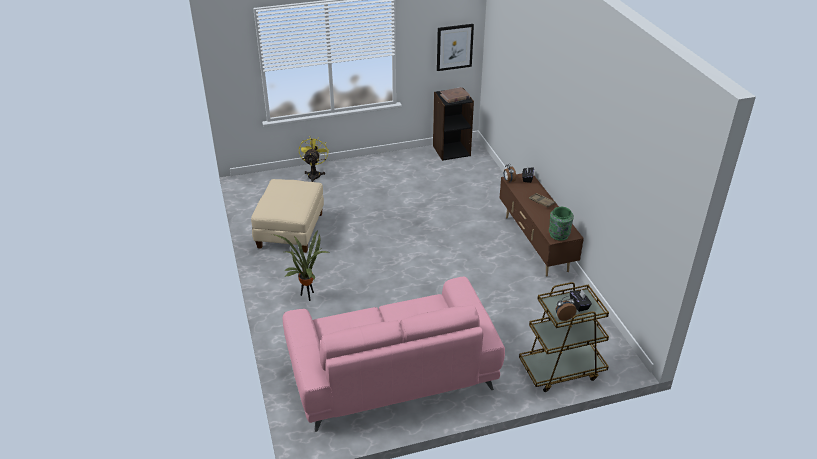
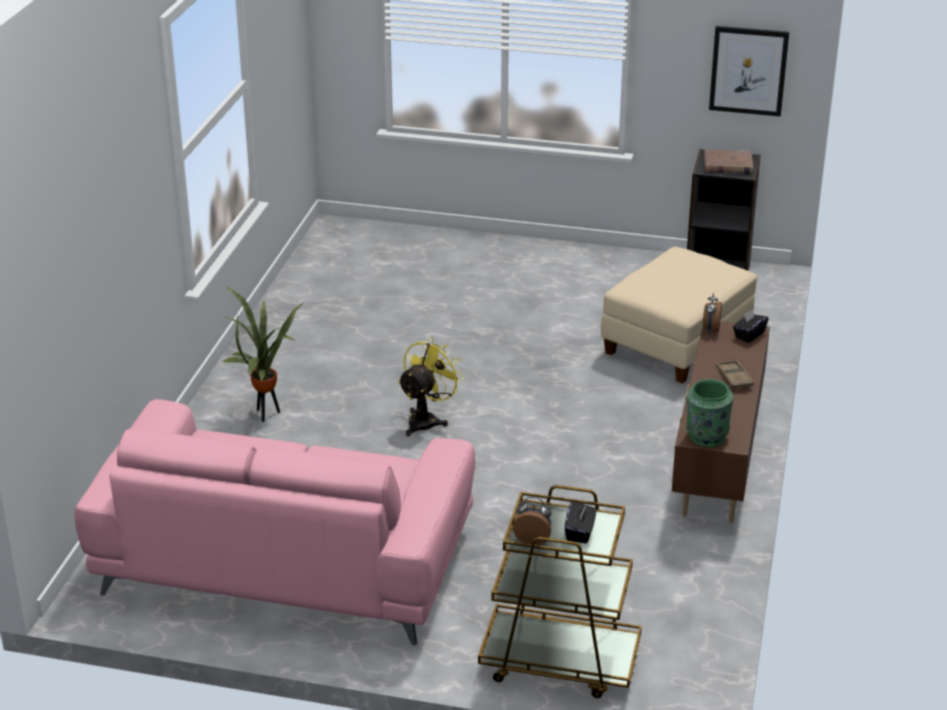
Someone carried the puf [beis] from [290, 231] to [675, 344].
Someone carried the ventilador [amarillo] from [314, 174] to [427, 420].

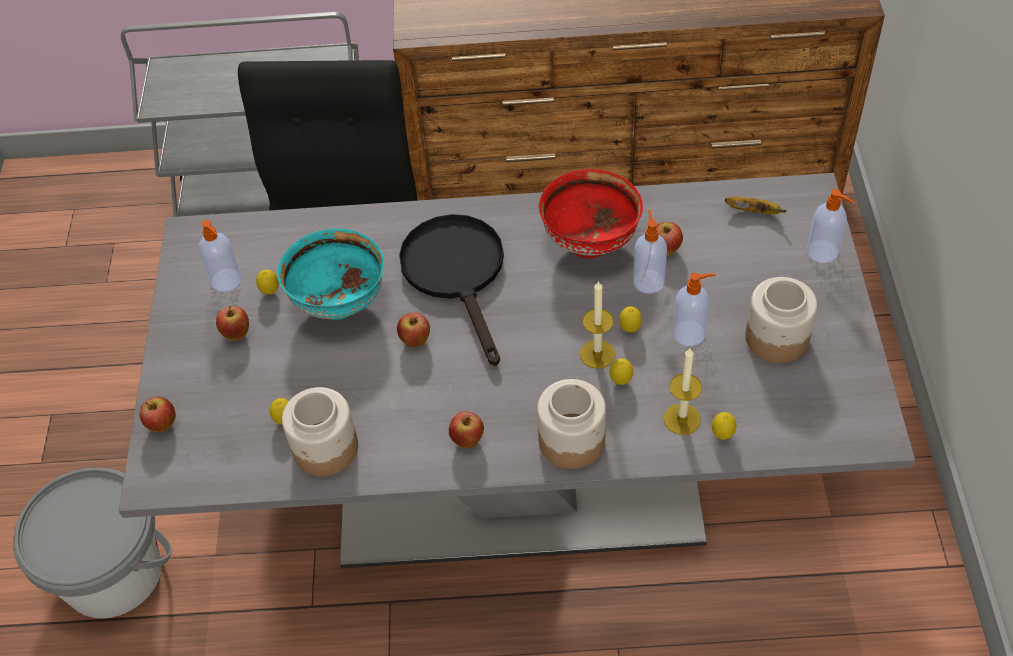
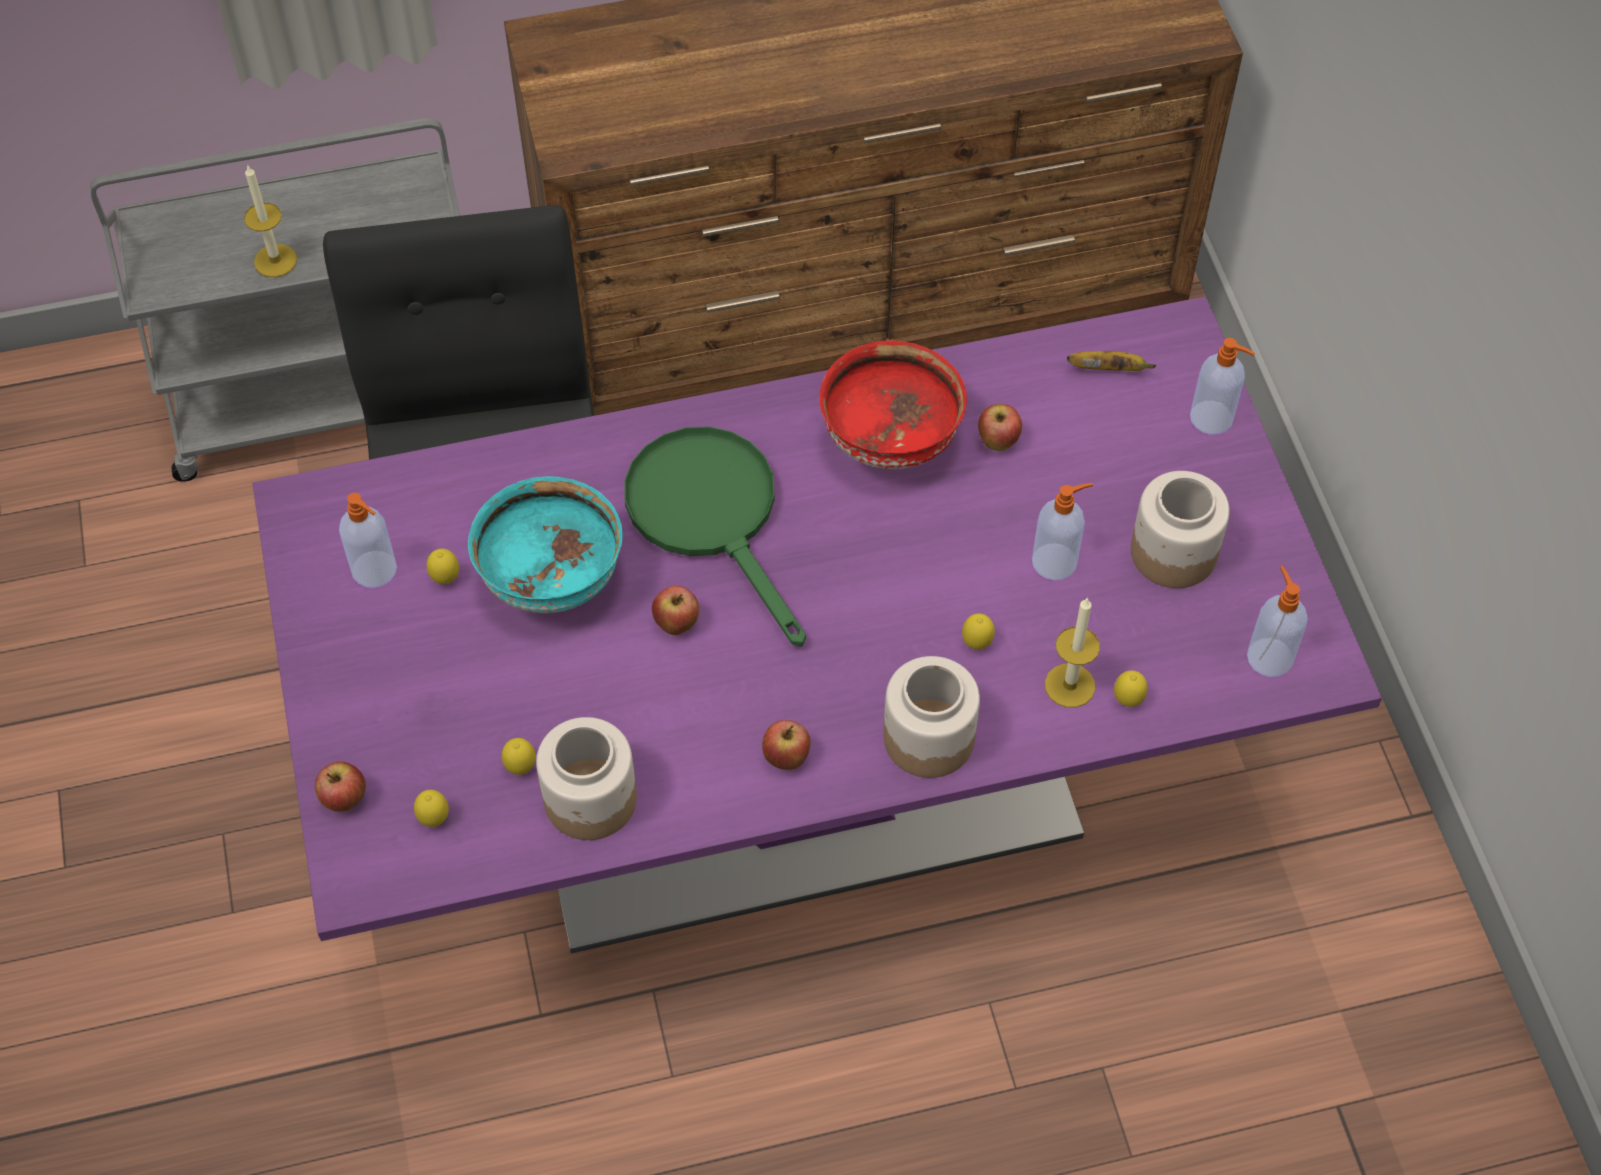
Someone took away the cubo [gris] at [113, 572].
Someone repainted the mesa de comedor [gris] at [519, 482], which became the mesa de comedor [morado] at [800, 787].
Someone took away the manzana at [237, 334].
Someone repainted the sartén [negro] at [458, 274], which became the sartén [verde] at [712, 516].
Someone carried the vela from [597, 354] to [275, 260].
Someone carried the limón from [630, 329] to [434, 819].
Someone carried the dispensador de jabón from [648, 280] to [1269, 656].

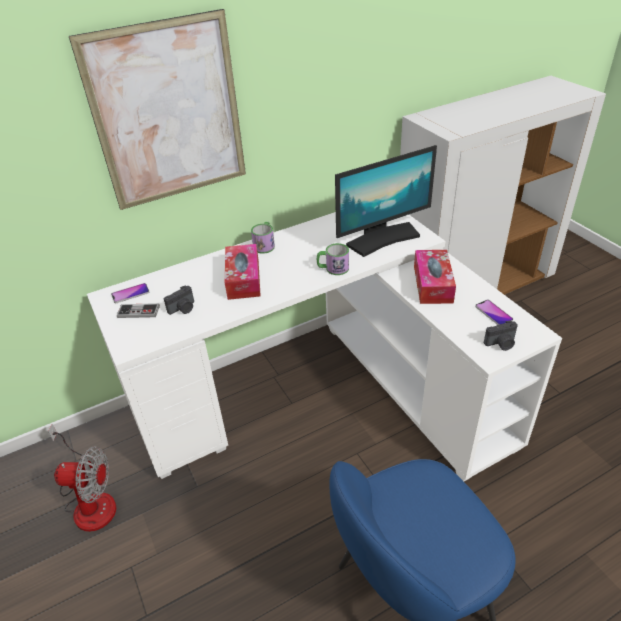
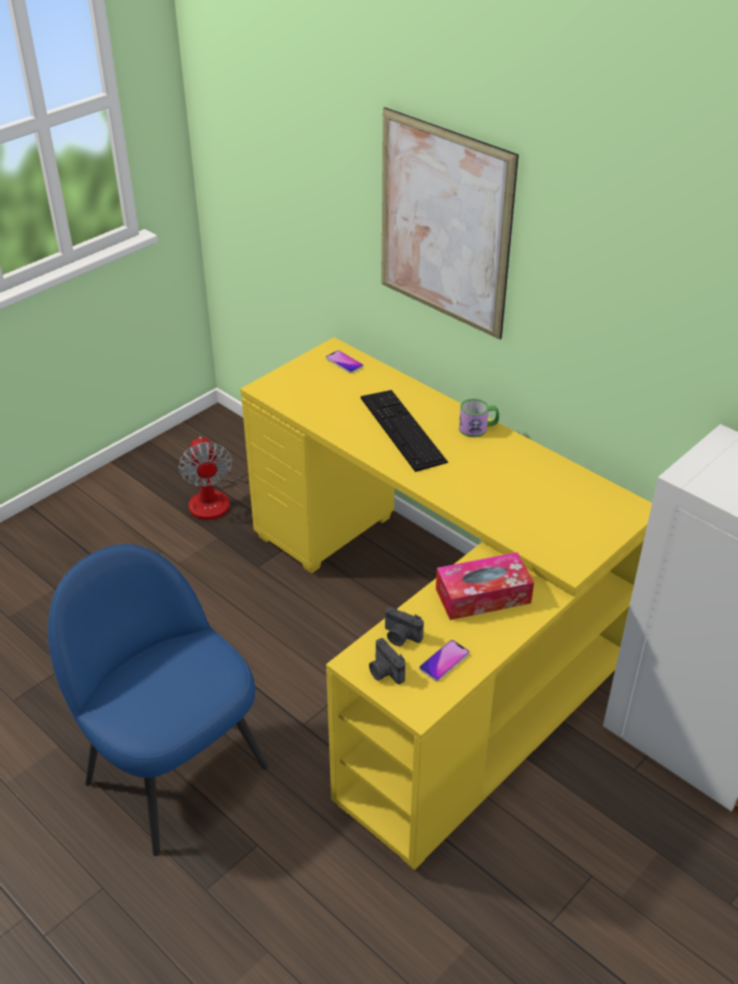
Someone repainted the escritorio [blanco] at [326, 391], which became the escritorio [amarillo] at [433, 639].
Someone took away the mando de consola at [138, 312].
Someone carried the cámara from [183, 309] to [400, 637].
Someone swapped the caja de pañuelos at [243, 279] for the teclado at [402, 429].
Someone took away the taza grande at [333, 268].
Someone took away the monitor at [382, 239].

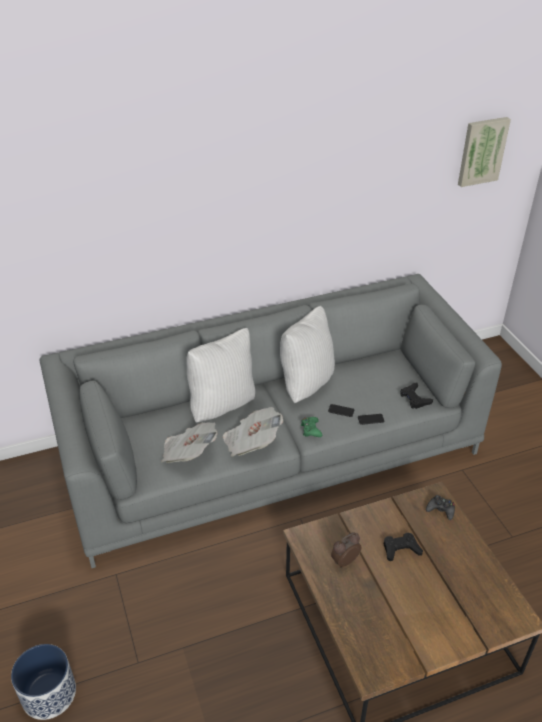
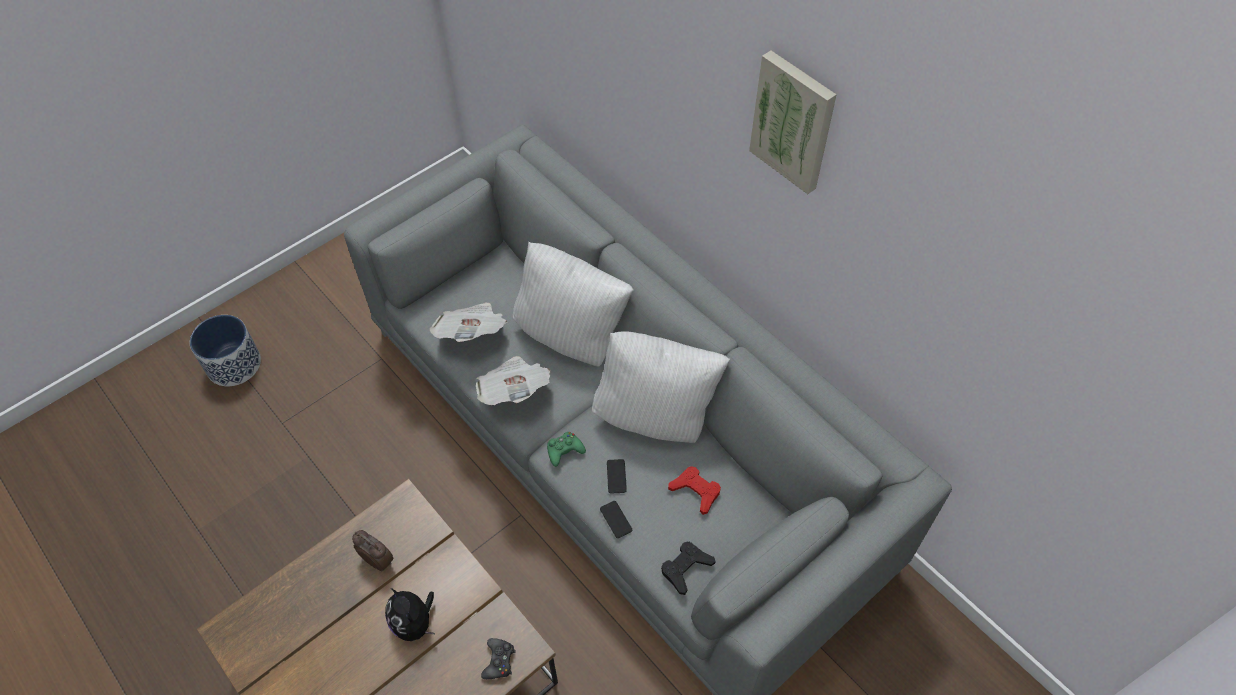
Someone swapped the mando de consola [negro] at [401, 549] for the peluche at [415, 623].
Someone carried the cuadro from [481, 151] to [794, 121].
Someone put down the mando de consola [rojo] at [695, 491].

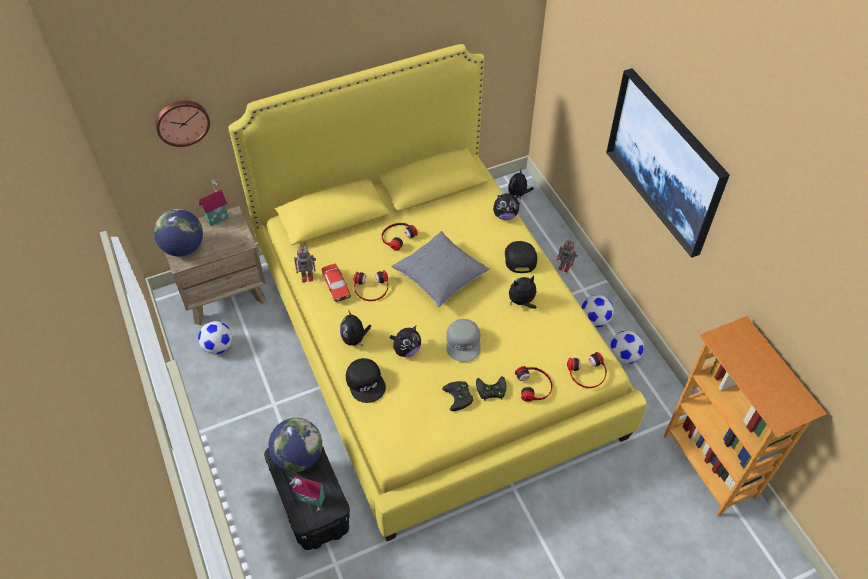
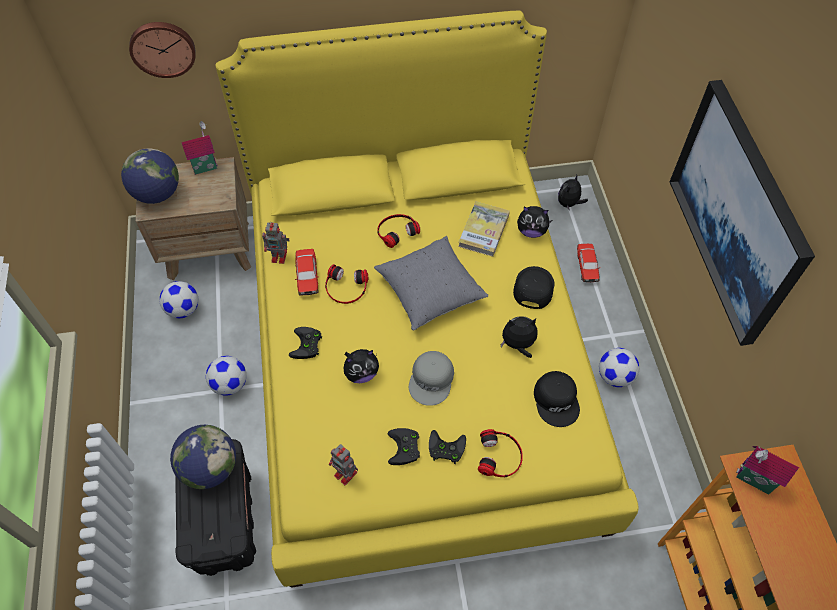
Someone carried the casita from [310, 500] to [753, 481].
Someone swapped the peluche at [355, 339] for the mando de consola [negro] at [307, 345].
Someone carried the gorra [negro] from [366, 382] to [557, 400].
Someone carried the robot de juguete from [565, 267] to [346, 475].
Someone took away the auriculares at [587, 373].
Someone carried the balón de fútbol from [623, 356] to [230, 384].
Someone put down the libro at [484, 230].
Someone put down the coche de juguete at [586, 266].

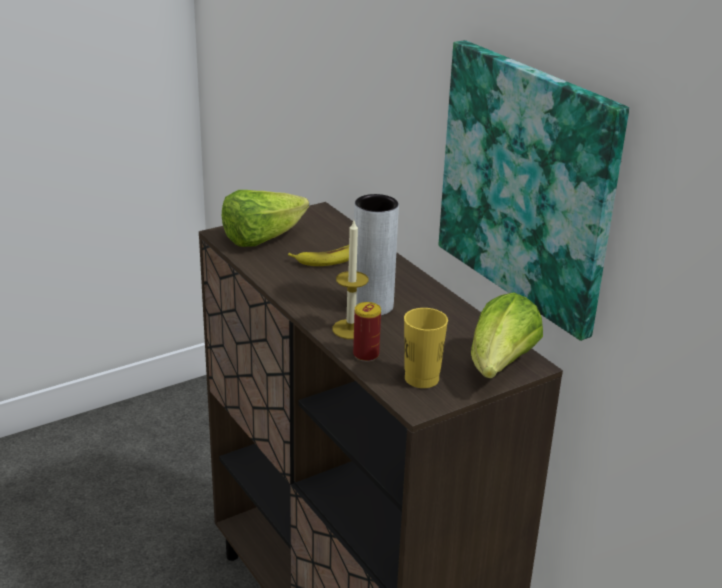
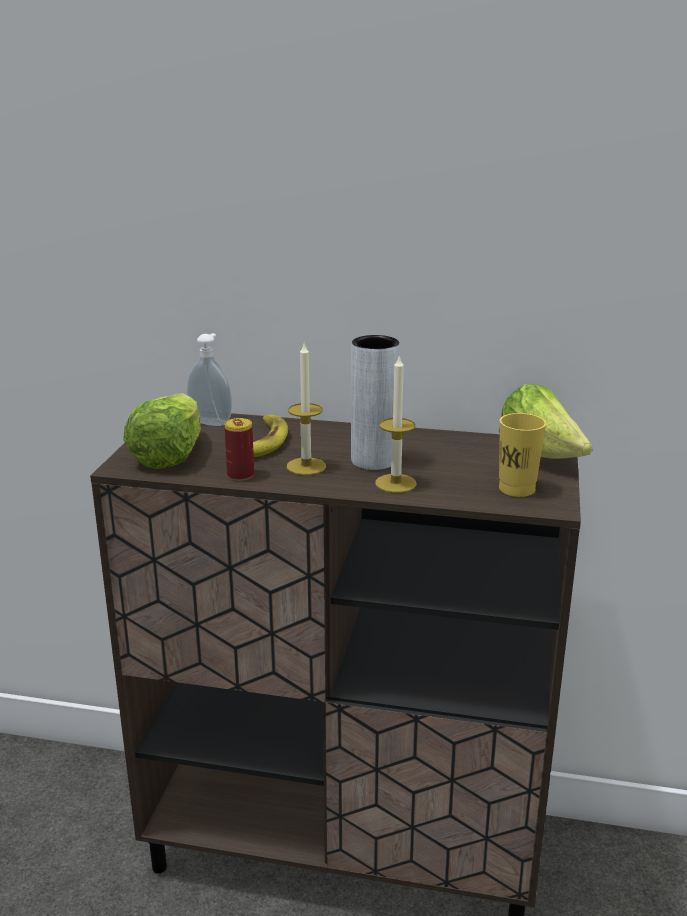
Someone carried the lata from [366, 355] to [240, 475].
Someone took away the cuadro at [528, 184].
Someone put down the dispensador de jabón at [212, 422].
Someone put down the vela at [306, 466].

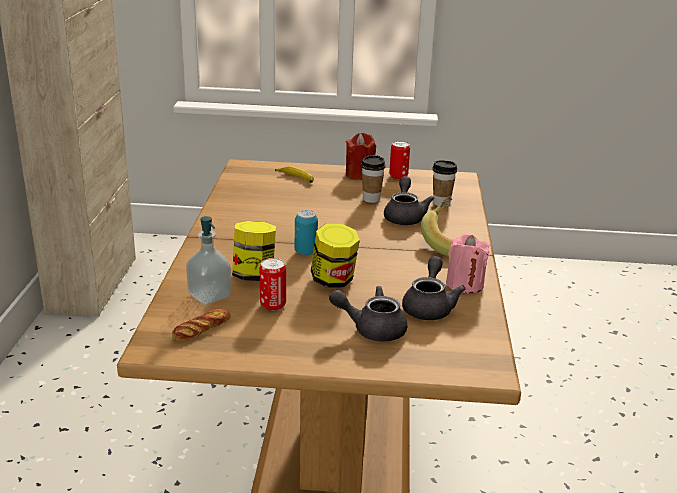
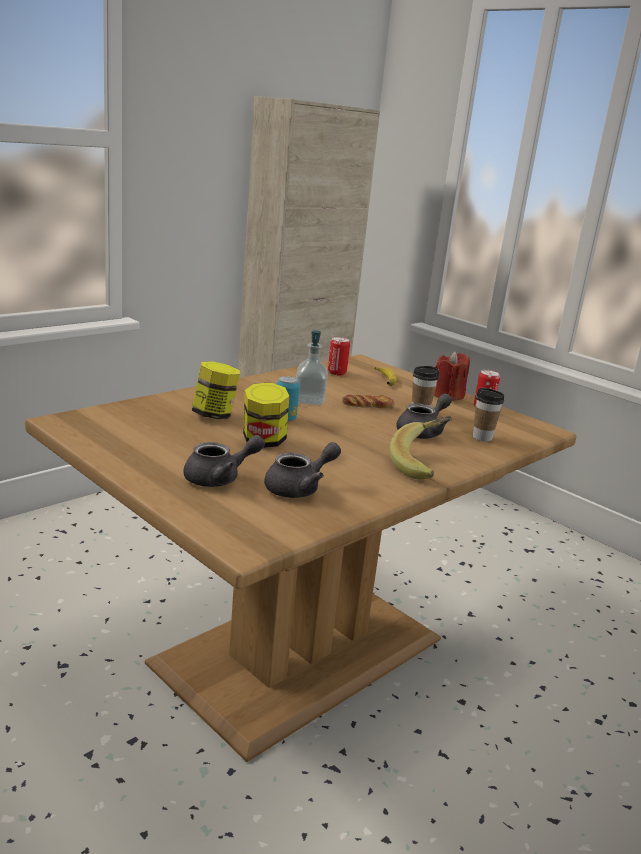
Someone carried the pan from [201, 329] to [367, 406].
Someone carried the dispensador de jabón from [209, 295] to [309, 401].
Someone carried the lata from [273, 305] to [337, 373].
Someone rotated the tetera [gris] at [372, 329] by 105 degrees clockwise.
Someone took away the vela [rosa] at [464, 284].

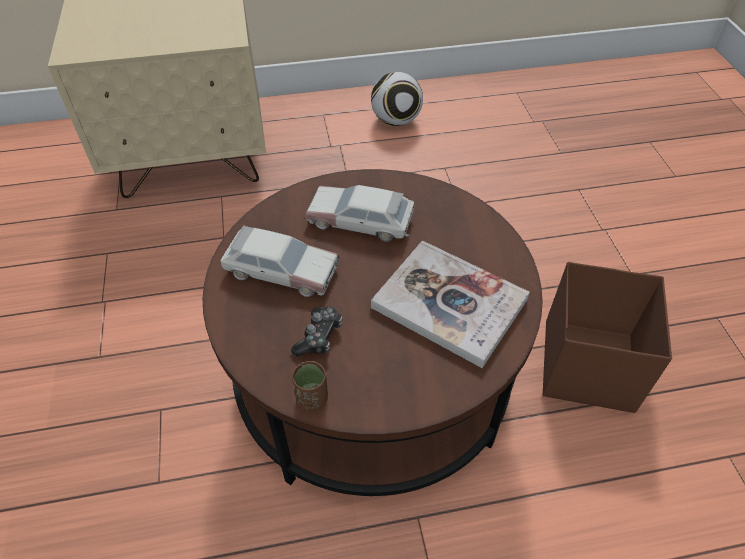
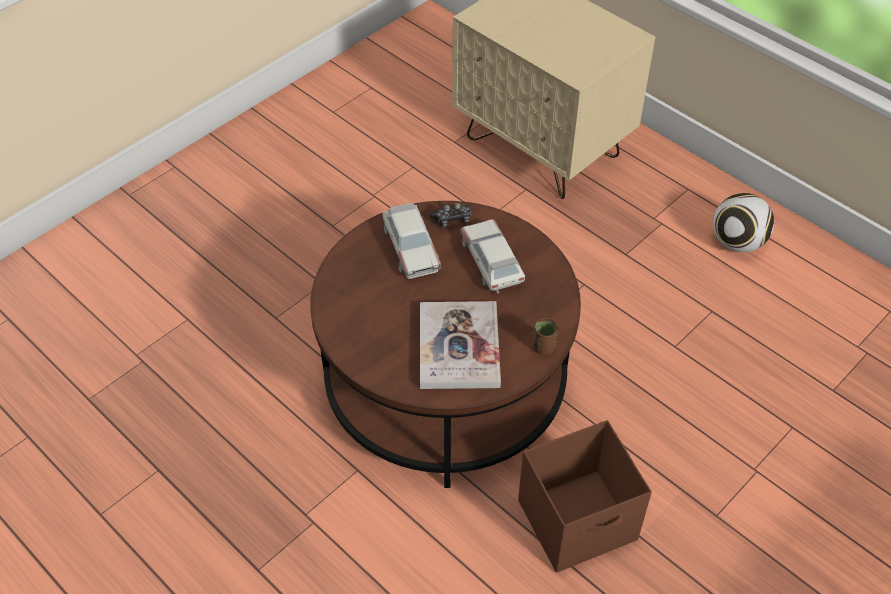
Someone carried the mando de consola from [319, 336] to [452, 219].
Someone carried the taza [marrón] from [312, 399] to [543, 347].

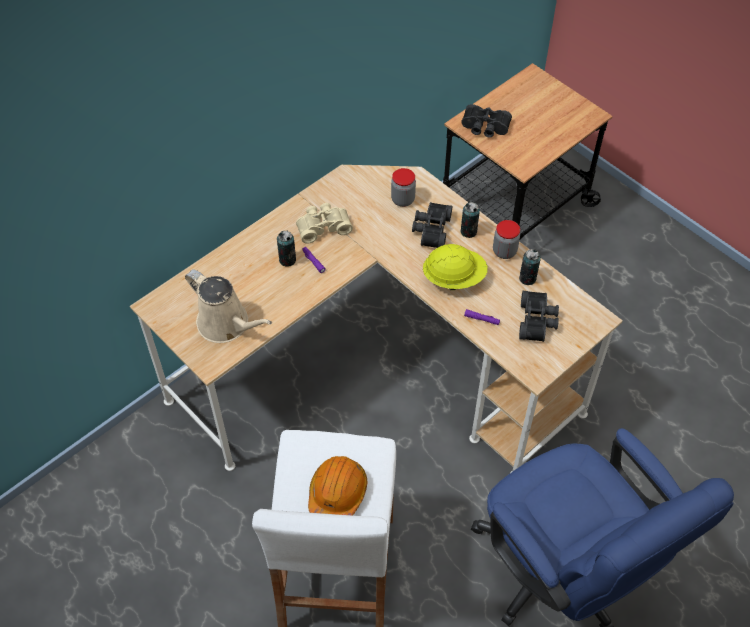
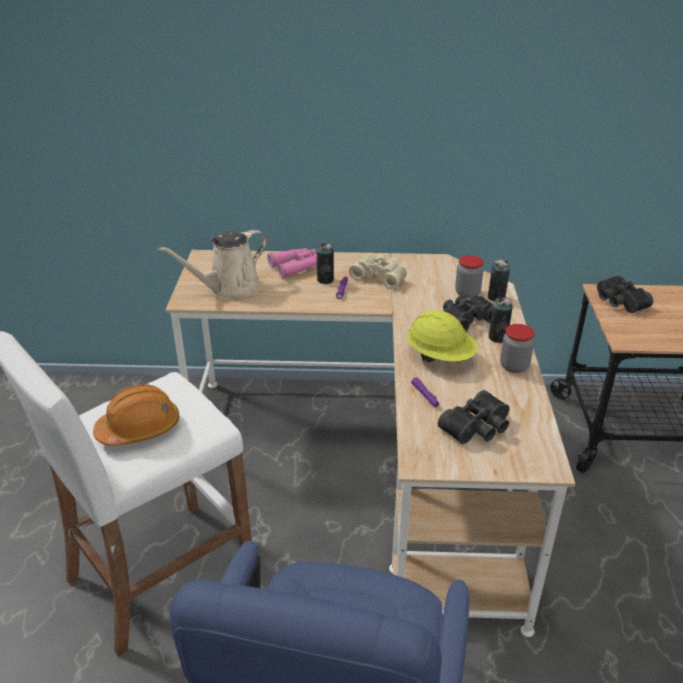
Someone rotated the regadera [beis] at [227, 324] by 60 degrees clockwise.
Someone carried the lata from [527, 278] to [496, 297].
Someone put down the prismáticos [rosa] at [297, 267].

